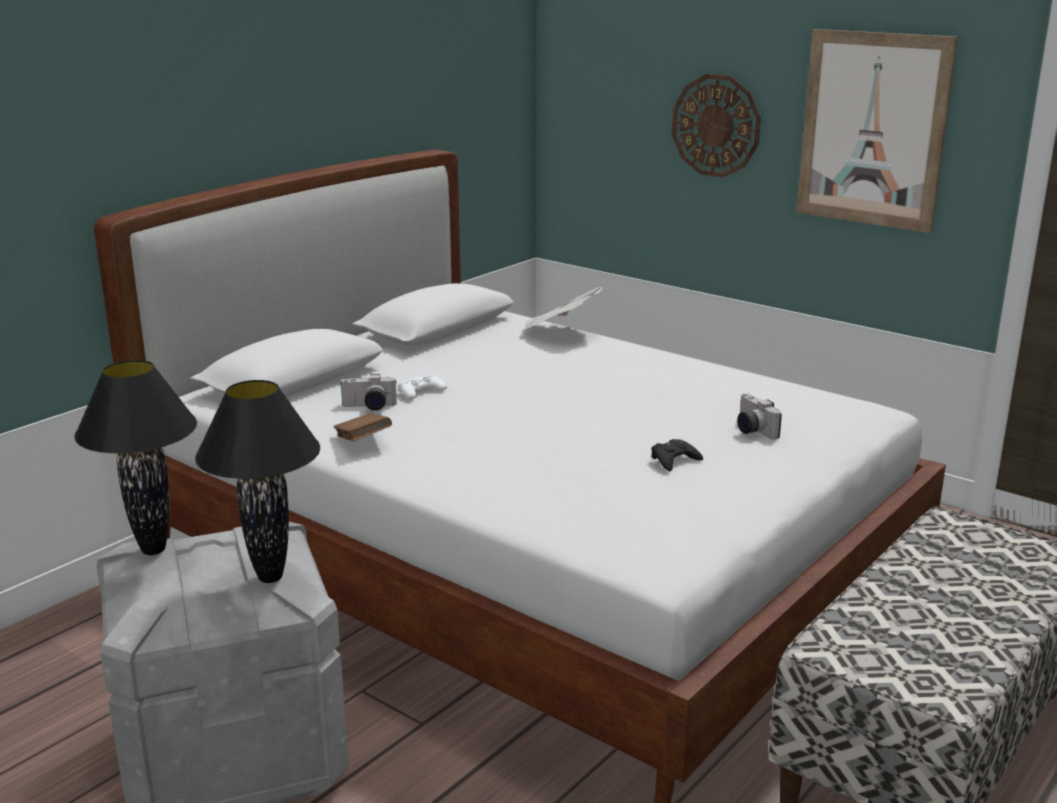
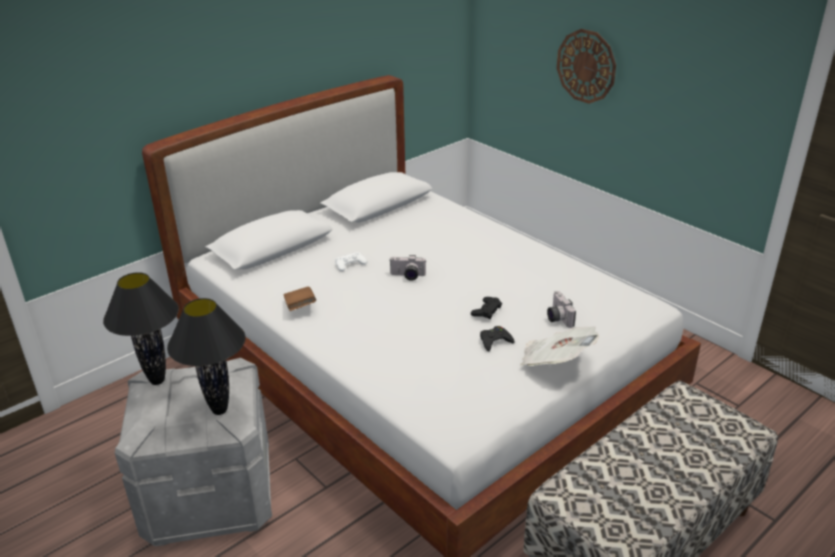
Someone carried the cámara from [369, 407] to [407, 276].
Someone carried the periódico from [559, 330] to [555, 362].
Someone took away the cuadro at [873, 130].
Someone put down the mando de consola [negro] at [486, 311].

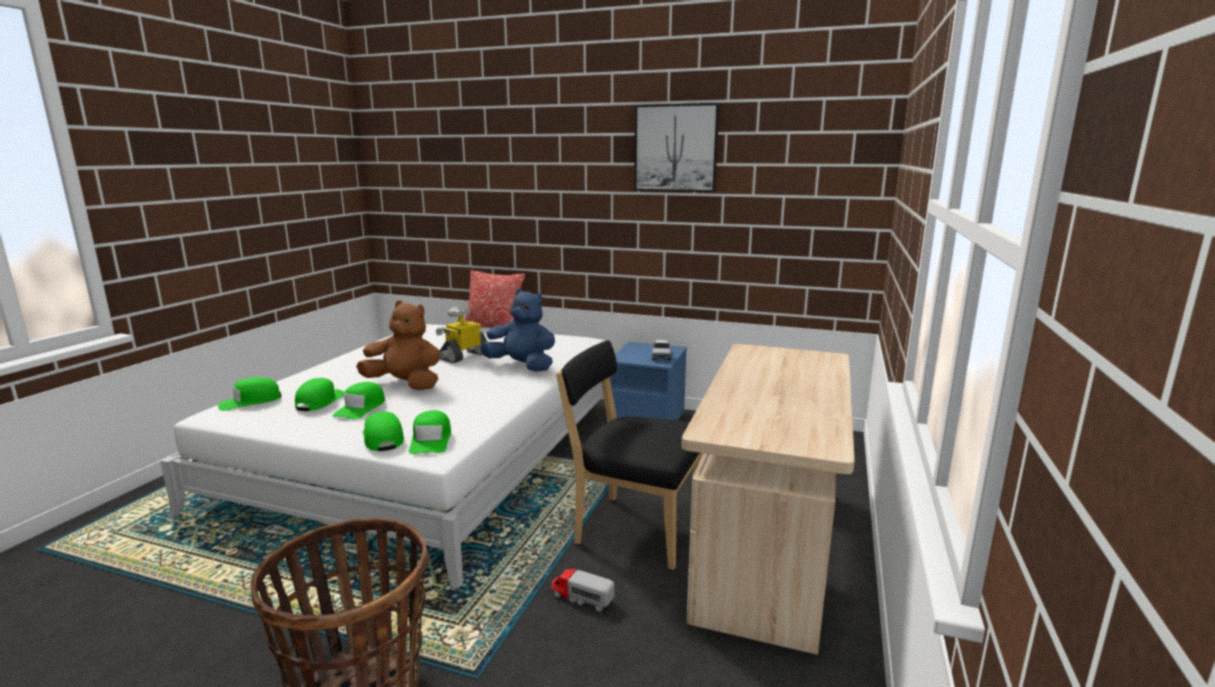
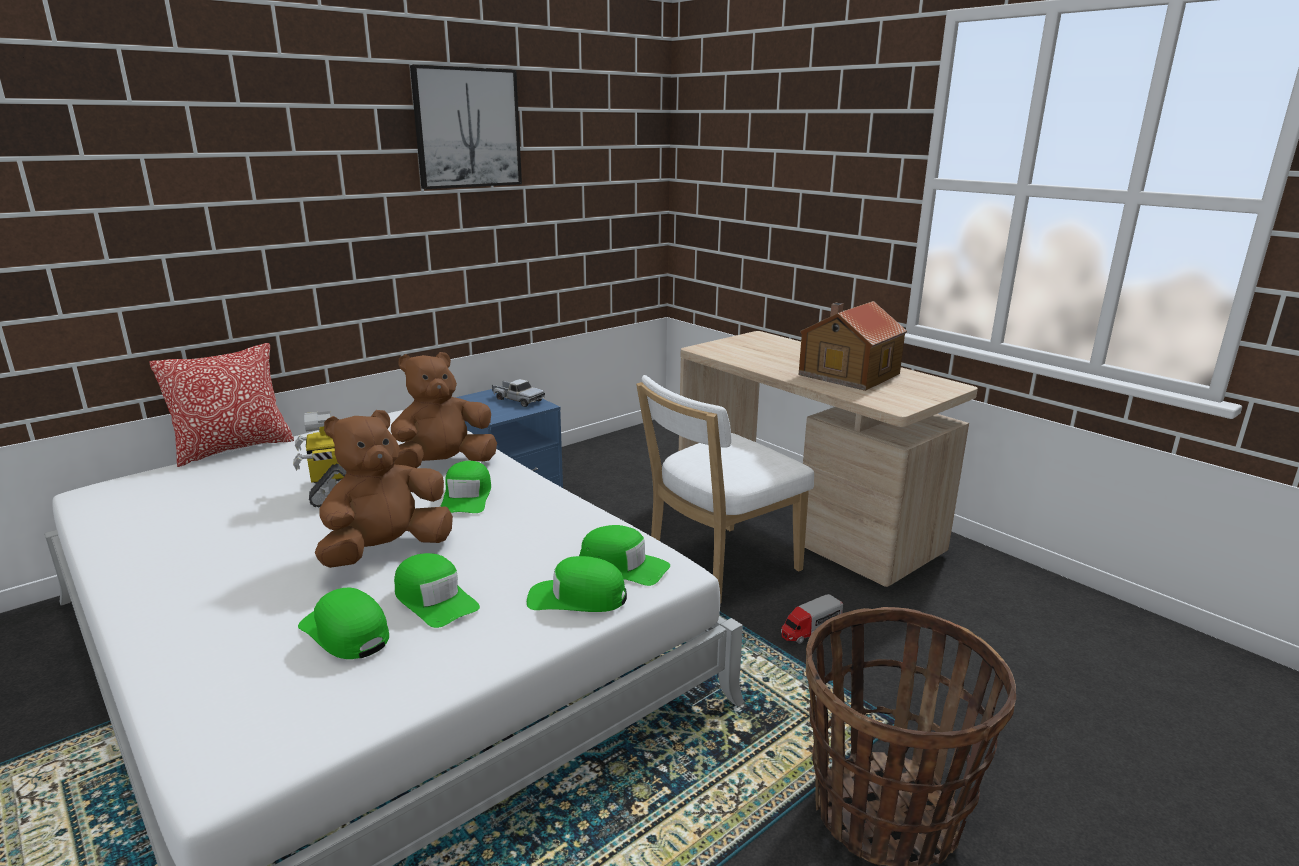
Someone carried the gorra [verde] from [250, 401] to [467, 497].
Someone repainted the peluche [azul] at [522, 366], which became the peluche [marrón] at [443, 466].
Someone repainted the silla [negro] at [633, 528], which became the silla [blanco] at [718, 567].
Someone put down the casita at [847, 374].

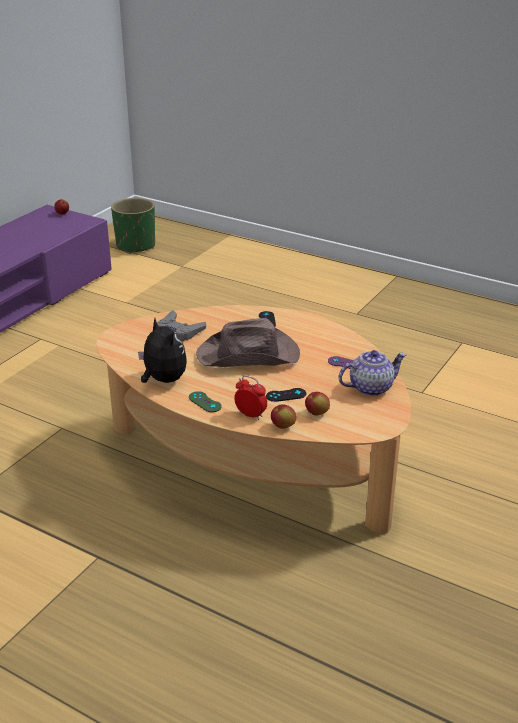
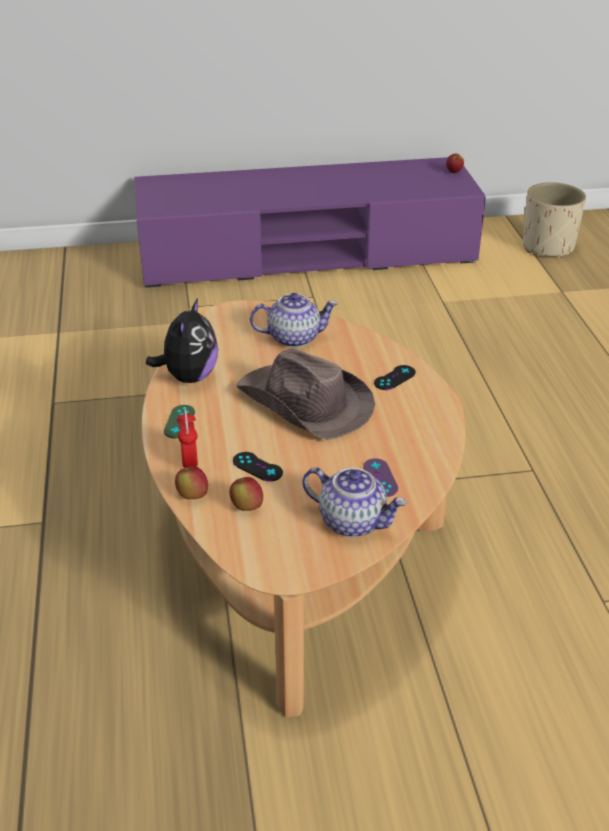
Someone repainted the maceta [verde] at [136, 246], which became the maceta [beis] at [548, 247].
Someone swapped the mando de consola [gris] at [179, 330] for the tetera at [294, 338].

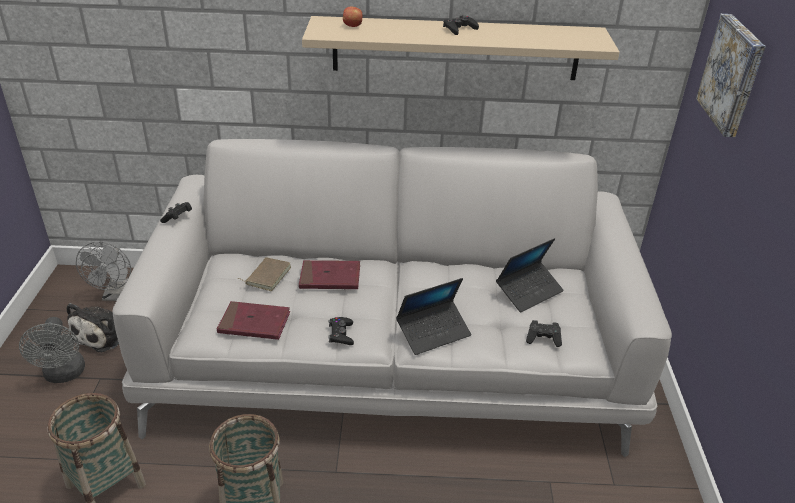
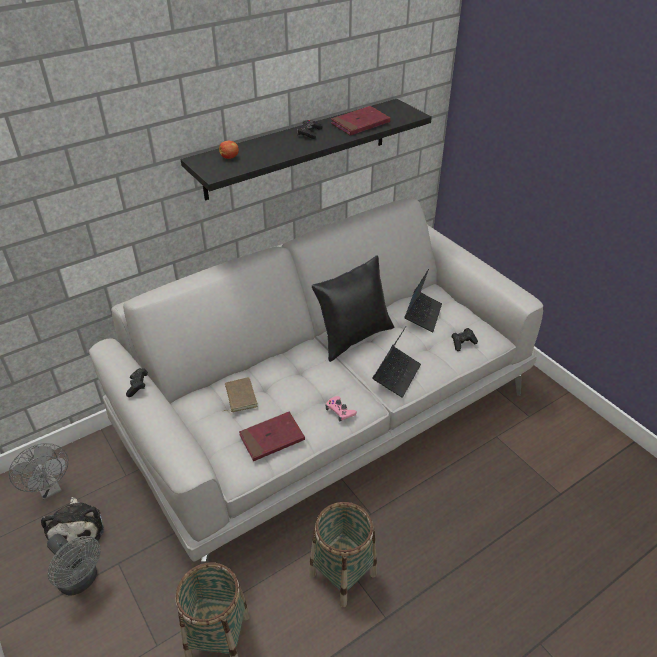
Someone carried the libro [rojo] from [330, 278] to [360, 124].
Someone repainted the estante [beis] at [455, 48], which became the estante [negro] at [298, 148].
Someone repainted the mando de consola [negro] at [341, 334], which became the mando de consola [rosa] at [340, 411].
Someone took away the cuadro at [733, 74].
Someone put down the cojín [negro] at [353, 337].

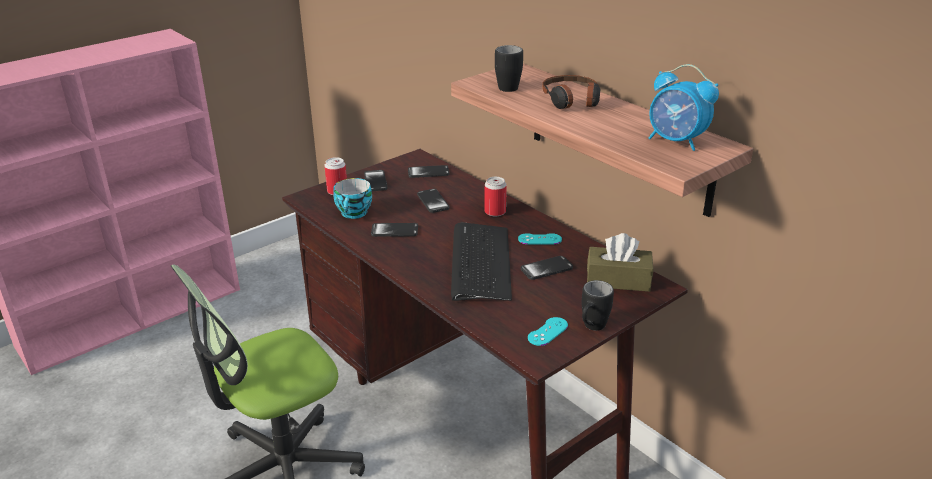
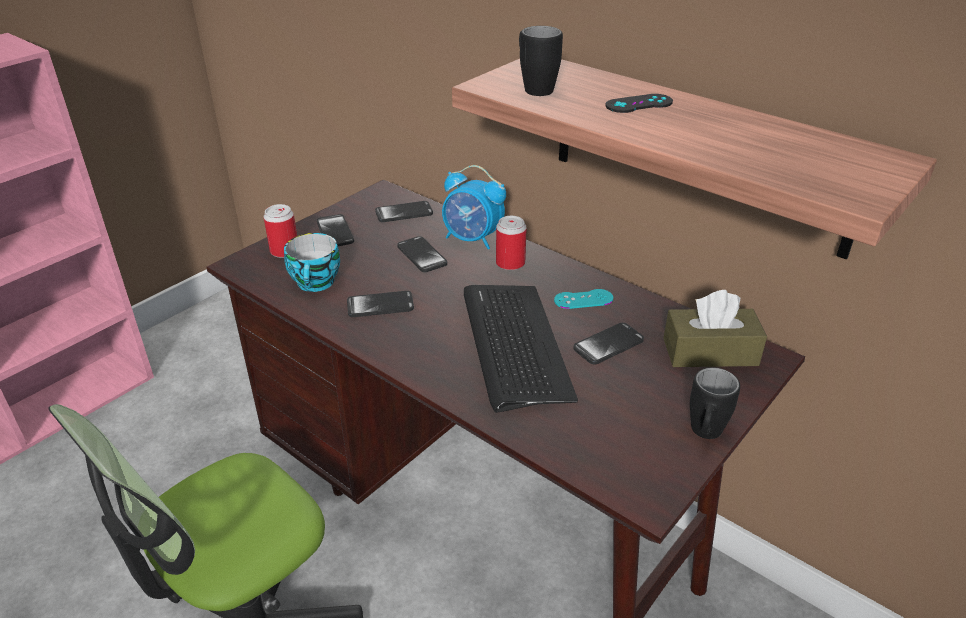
Someone took away the mando de consola [turquesa] at [548, 331].
Someone swapped the auriculares at [571, 101] for the mando de consola [negro] at [639, 104].
Someone carried the despertador from [676, 142] to [473, 239].

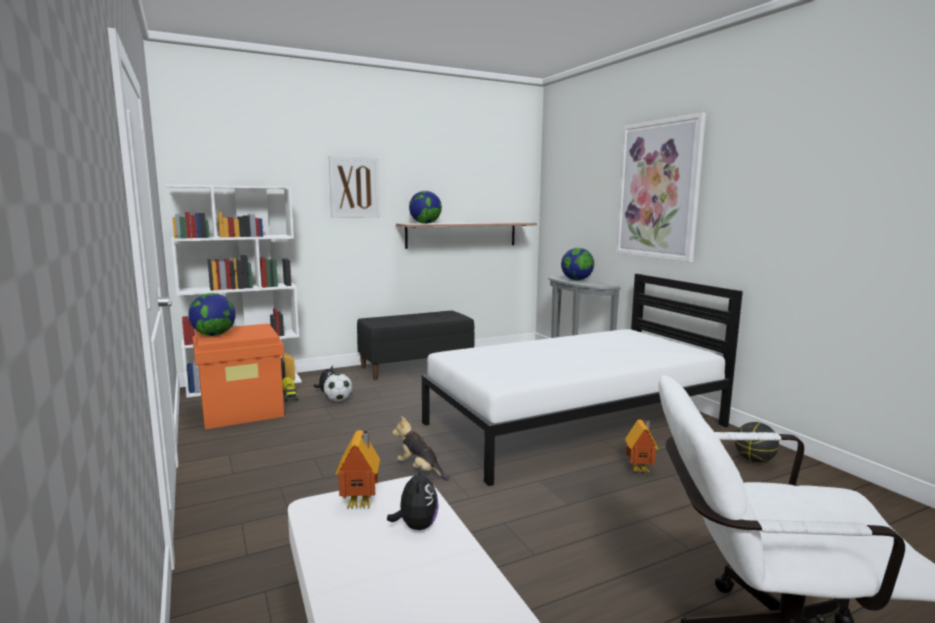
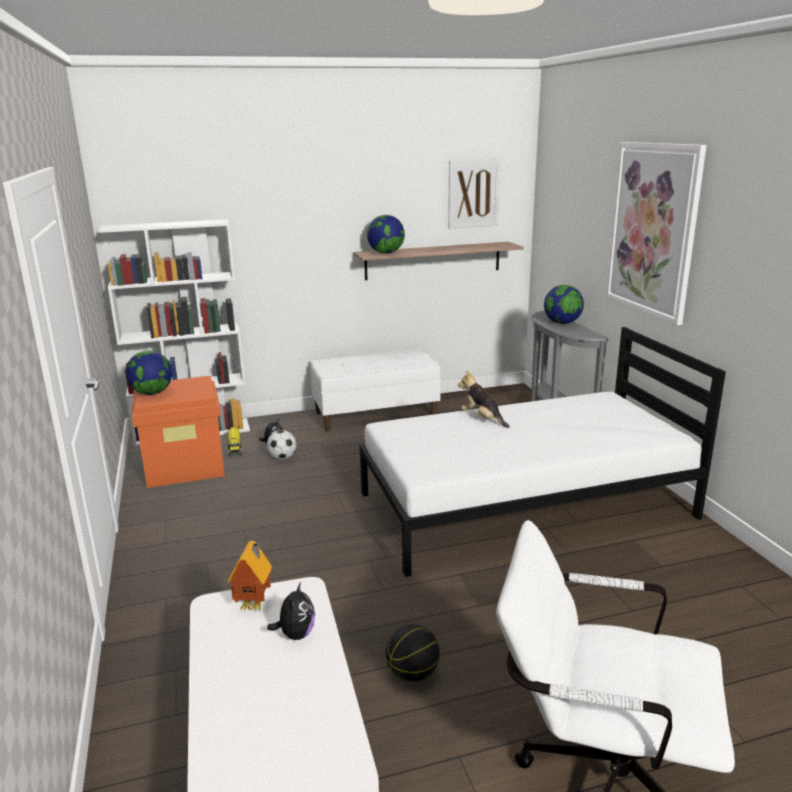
Someone carried the cuadro from [354, 187] to [473, 193].
Someone repainted the banco [negro] at [416, 366], which became the banco [blanco] at [376, 414].
Someone carried the peluche from [420, 470] to [482, 419].
Someone took away the casita at [640, 469].
Someone carried the balón de baloncesto from [754, 460] to [412, 673].

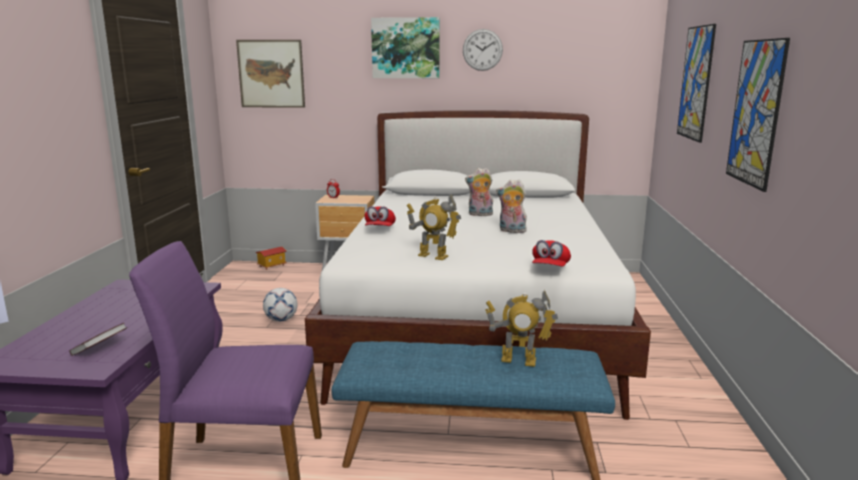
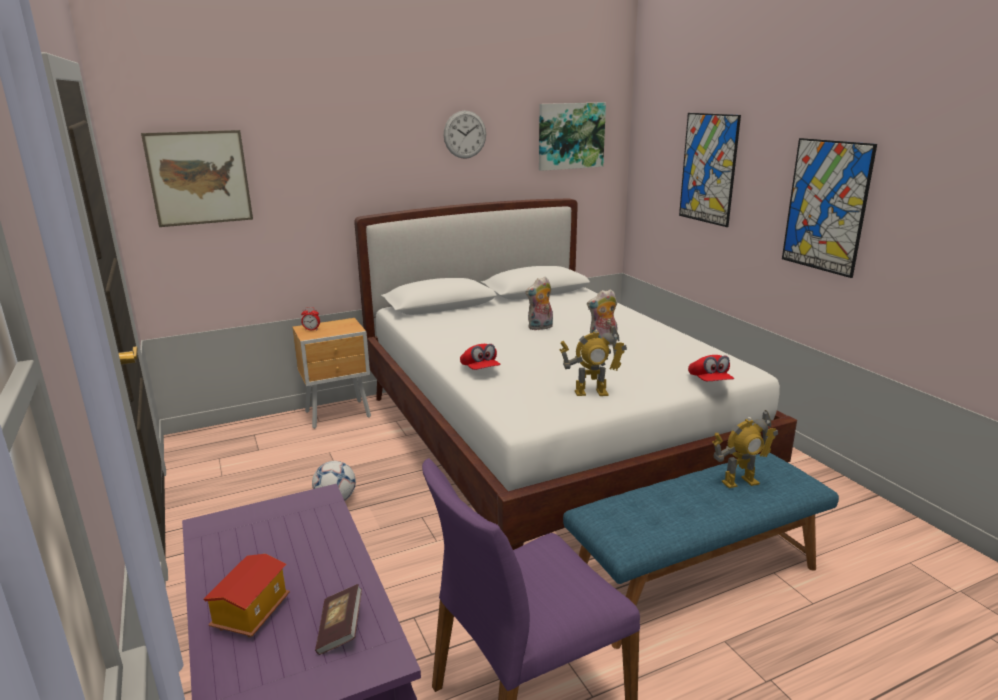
Someone carried the casita from [272, 266] to [251, 613].
Someone carried the cuadro from [406, 48] to [570, 136].

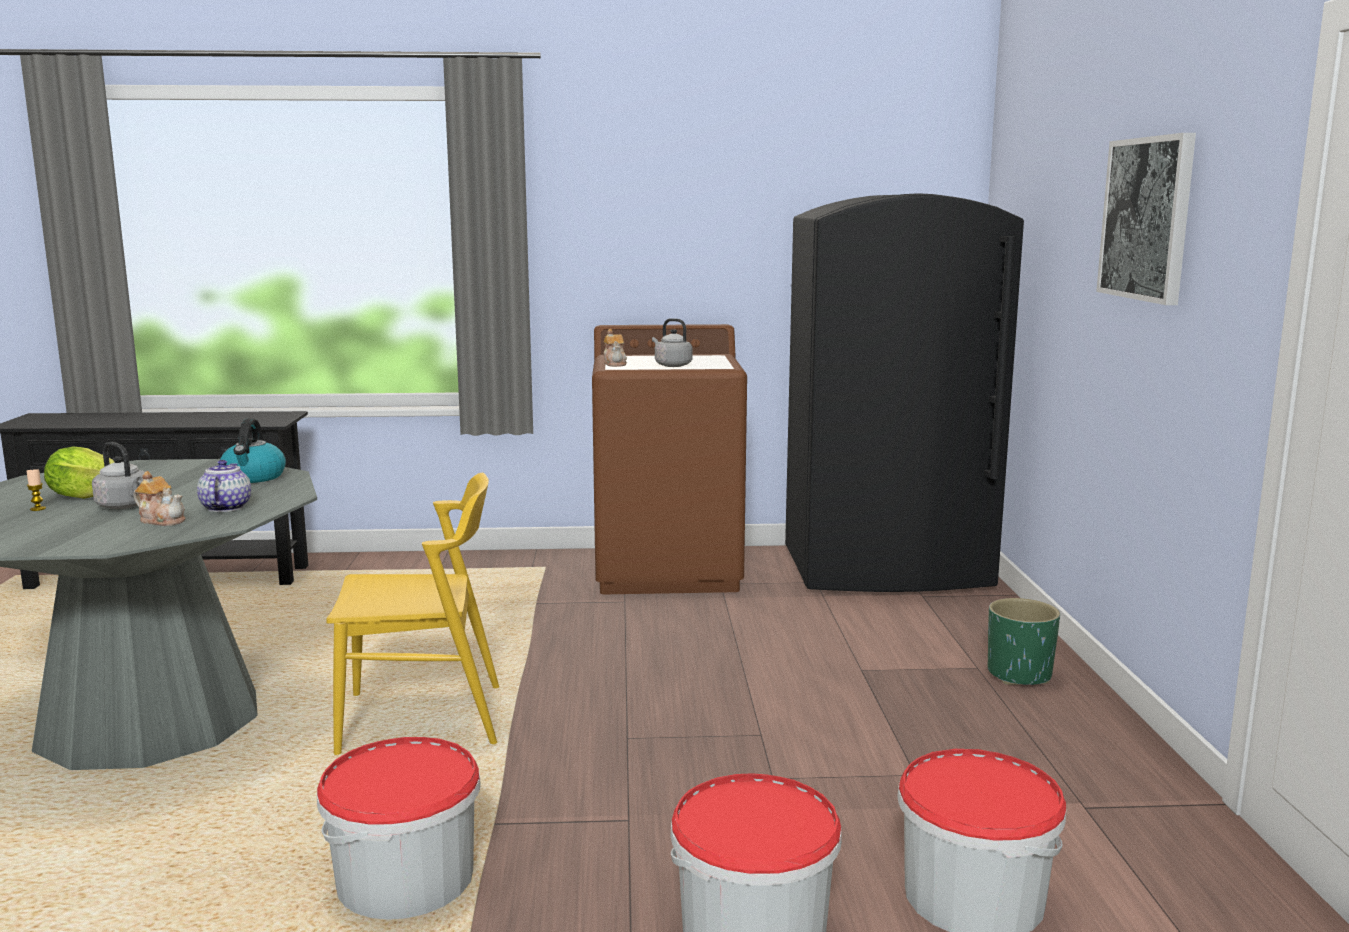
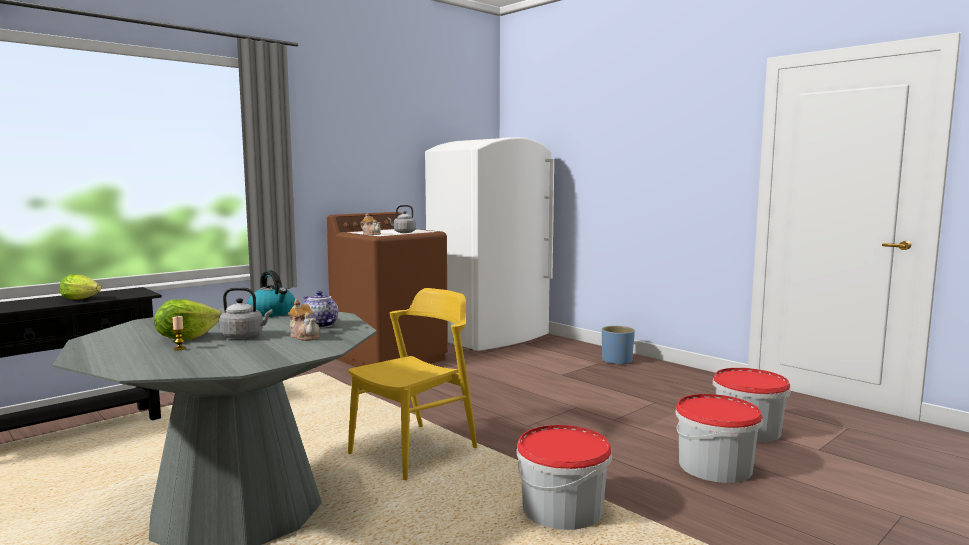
Someone rotated the tetera at [162, 520] by 60 degrees clockwise.
Someone repainted the nevera [negro] at [887, 569], which became the nevera [blanco] at [490, 337].
Someone repainted the maceta [verde] at [1018, 674], which became the maceta [azul] at [616, 361].
Someone took away the cuadro at [1147, 219].
Someone put down the lechuga at [83, 299].

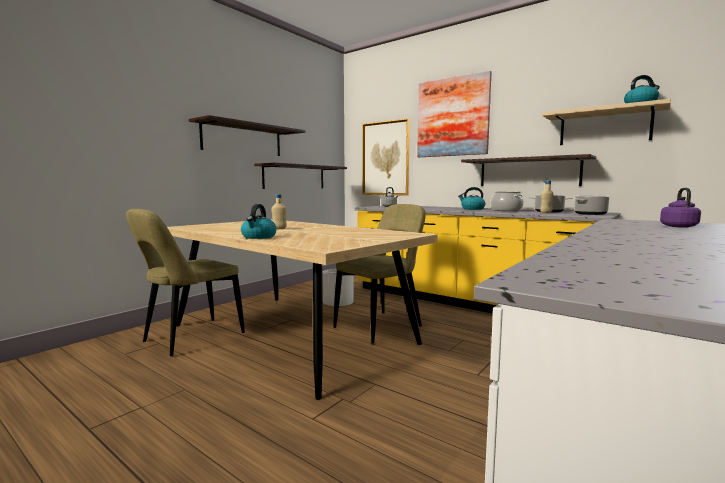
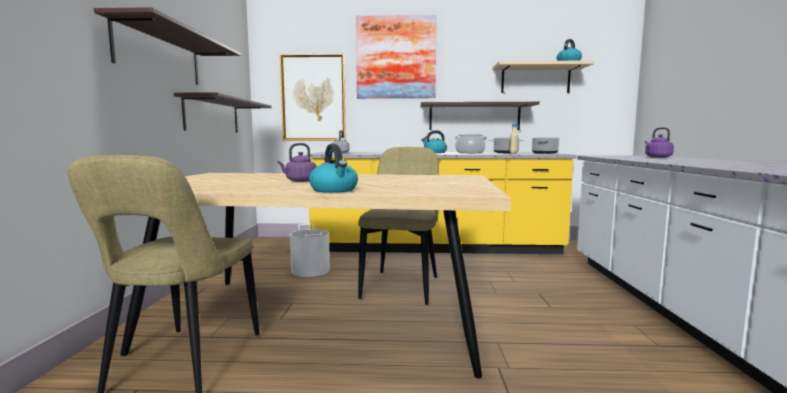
Someone swapped the botella [beis] at [279, 229] for the hervidor [morado] at [299, 181].

